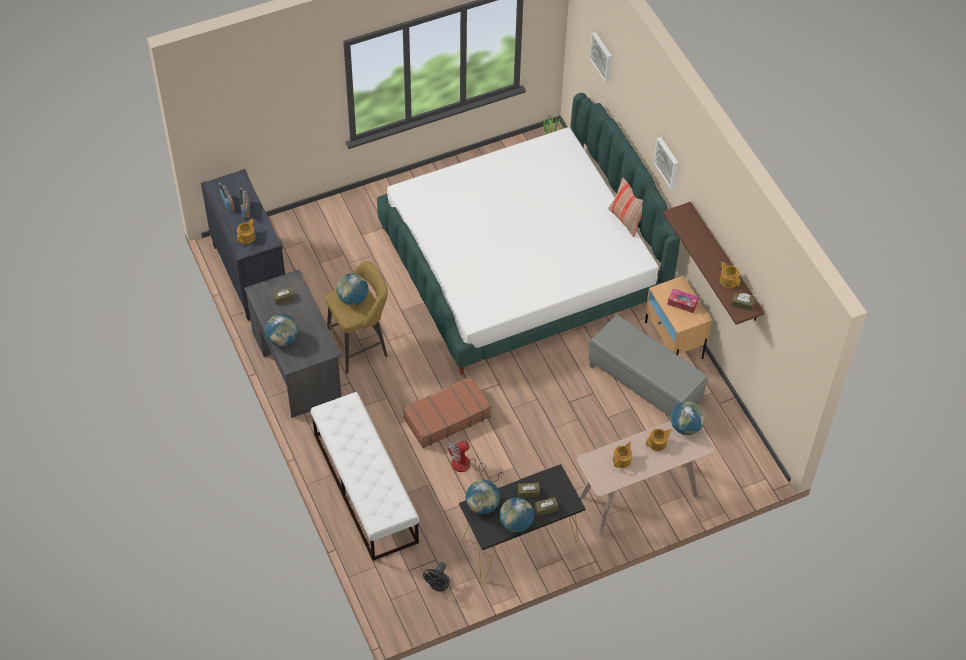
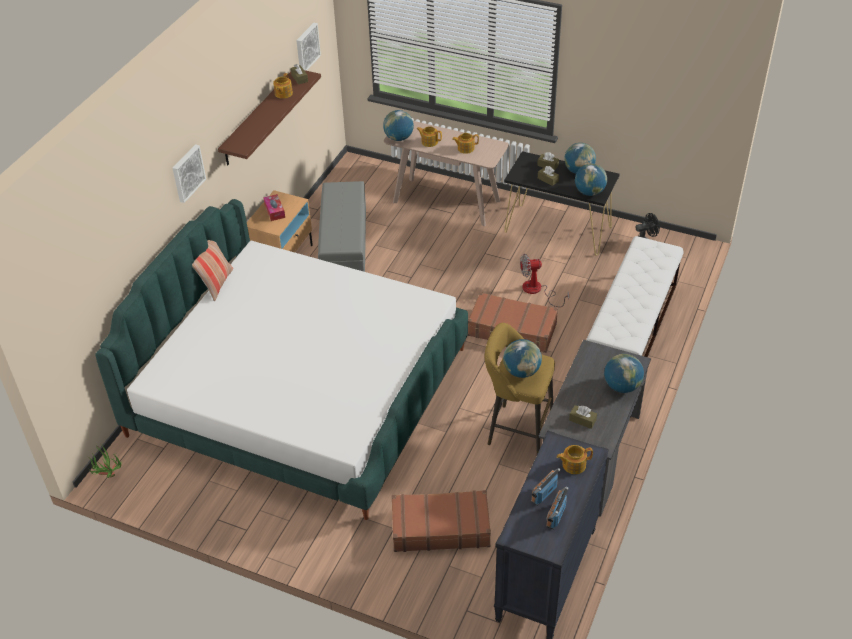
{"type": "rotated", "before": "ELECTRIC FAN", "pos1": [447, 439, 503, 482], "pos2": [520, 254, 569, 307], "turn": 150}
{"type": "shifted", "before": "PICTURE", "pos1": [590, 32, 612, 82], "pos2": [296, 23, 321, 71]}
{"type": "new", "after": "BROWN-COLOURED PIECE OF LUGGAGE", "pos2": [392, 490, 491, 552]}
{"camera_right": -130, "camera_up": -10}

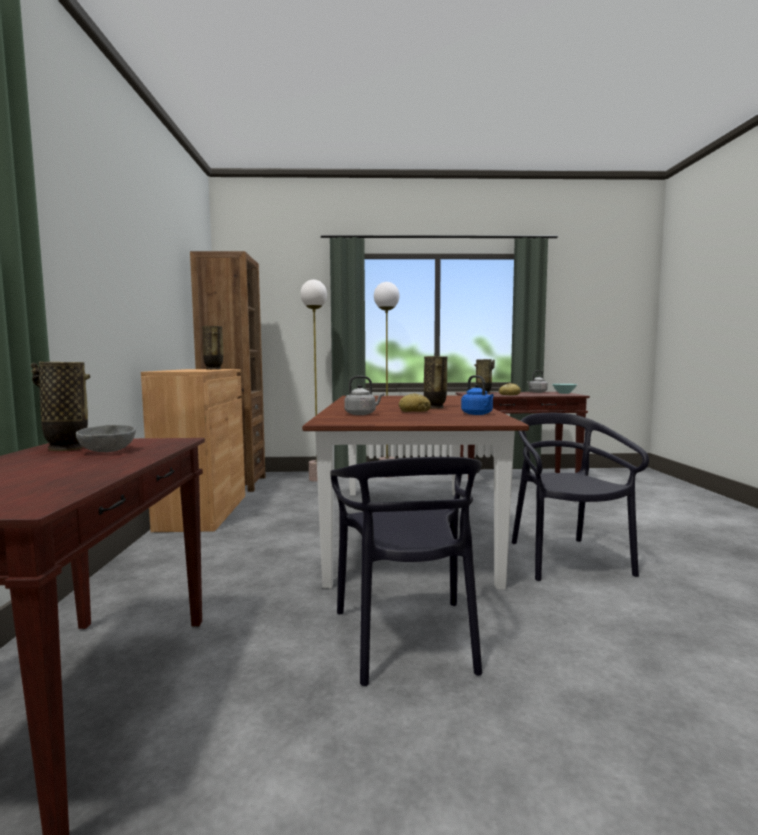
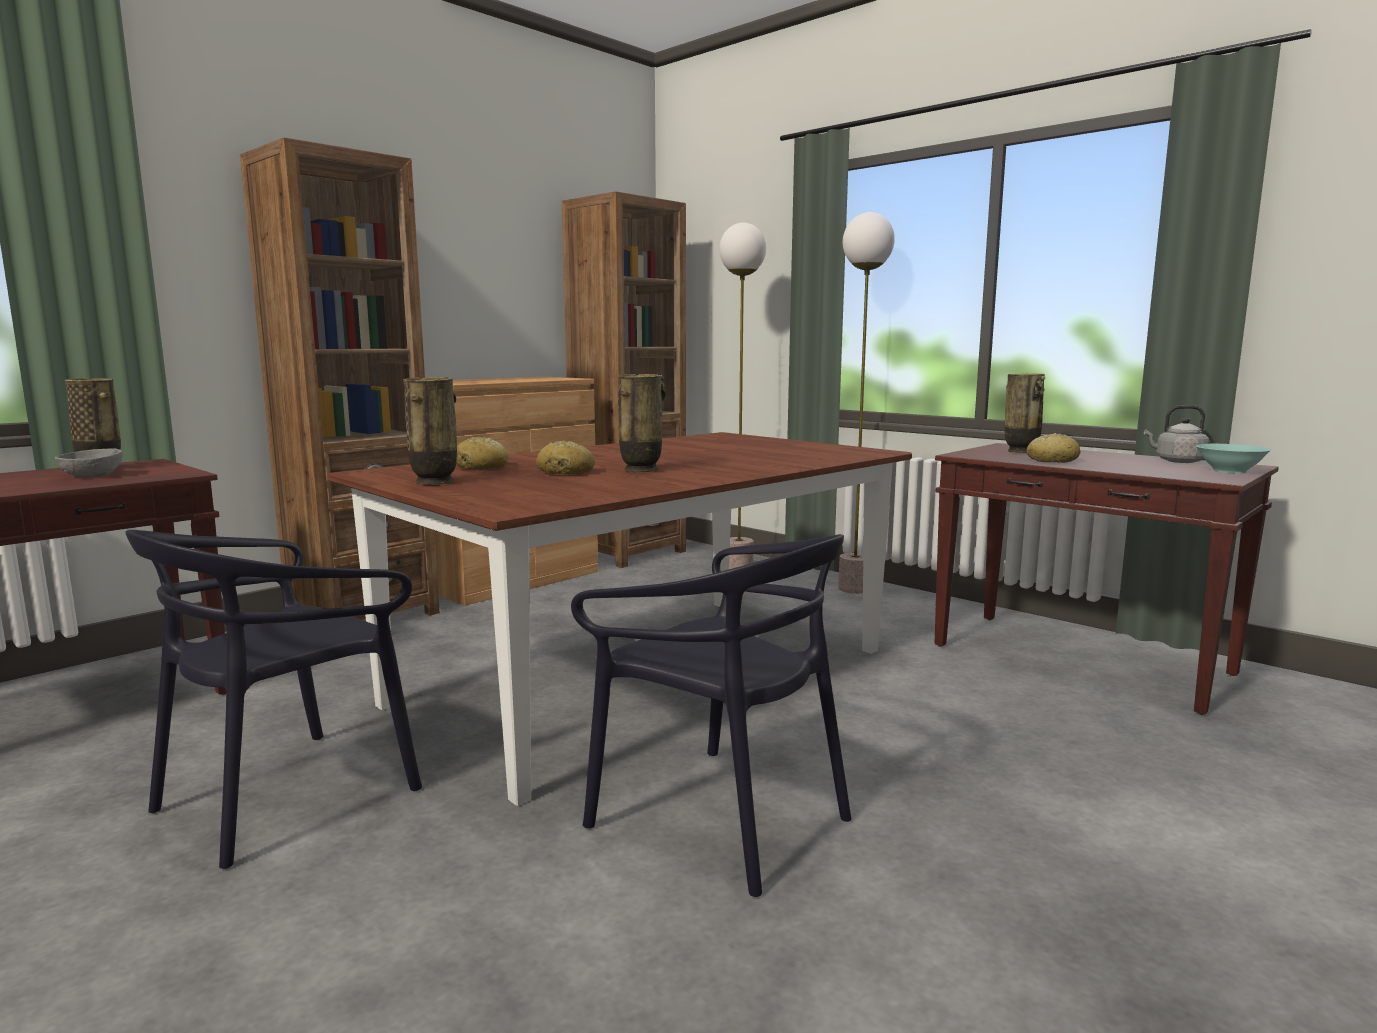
{"type": "shifted", "before": "FLOWER VASE", "pos1": [202, 326, 223, 370], "pos2": [403, 377, 457, 485]}
{"type": "swapped", "before": "GRAY KETTLE", "after": "BREAD", "pos1": [344, 376, 384, 415], "pos2": [456, 437, 509, 470]}
{"type": "gone", "before": "BLUE-COLOURED KETTLE", "pos1": [461, 375, 494, 415]}
{"type": "rotated", "before": "BLACK UPRIGHT CHAIR", "pos1": [512, 413, 649, 581], "pos2": [571, 534, 851, 897], "turn": 90}
{"type": "new", "after": "BROWN-COLOURED SHELVING UNIT", "pos2": [240, 137, 440, 620]}
{"camera_right": 45, "camera_up": 5}

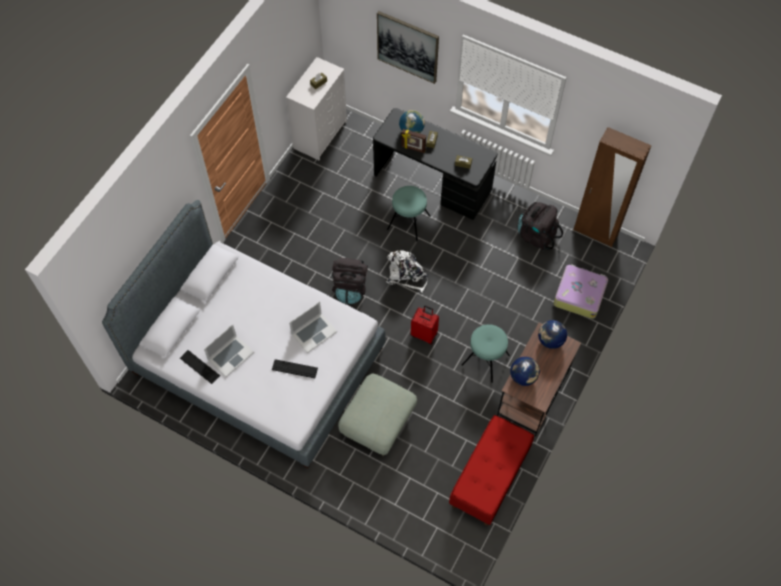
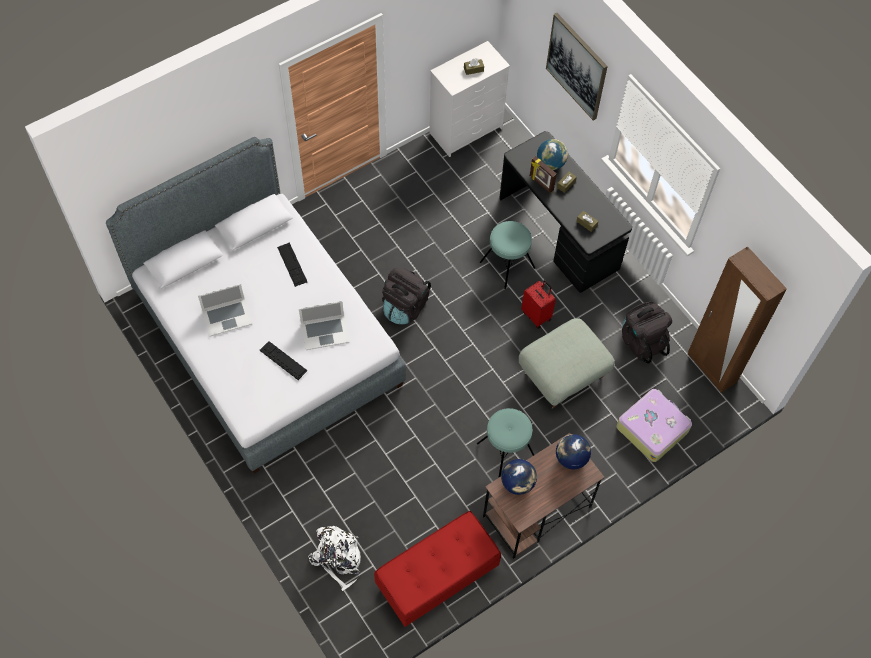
{"type": "shifted", "before": "KEYBOARD", "pos1": [180, 350, 220, 384], "pos2": [277, 242, 307, 287]}
{"type": "shifted", "before": "GRAY POUFFE", "pos1": [338, 373, 417, 456], "pos2": [519, 318, 615, 409]}
{"type": "shifted", "before": "WHITE RUCKSACK", "pos1": [386, 250, 428, 292], "pos2": [308, 526, 361, 591]}
{"type": "shifted", "before": "REDDISH PIECE OF LUGGAGE", "pos1": [411, 305, 439, 345], "pos2": [521, 280, 556, 329]}
{"camera_right": 25, "camera_up": 0}

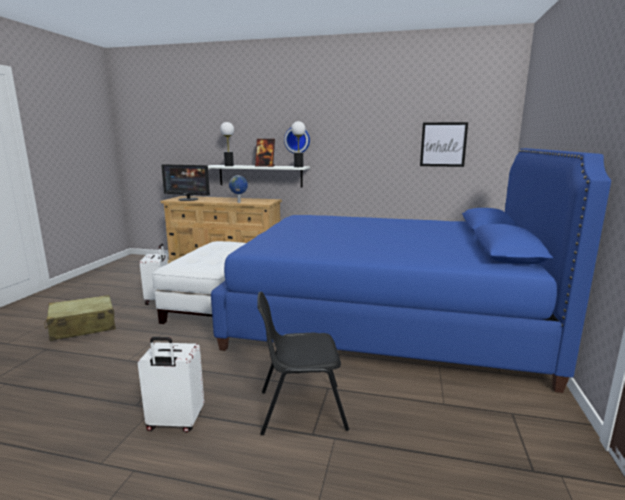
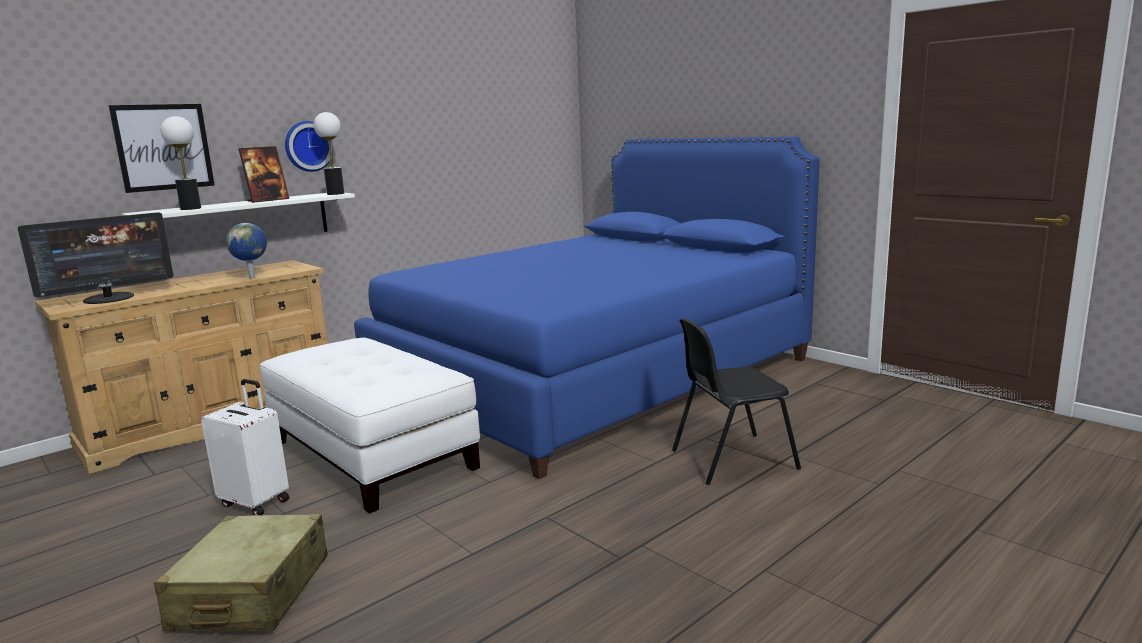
{"type": "gone", "before": "WHITE PIECE OF LUGGAGE", "pos1": [138, 337, 204, 433]}
{"type": "rotated", "before": "BLACK UPRIGHT CHAIR", "pos1": [257, 292, 349, 435], "pos2": [672, 318, 801, 485], "turn": 45}
{"type": "shifted", "before": "PICTURE", "pos1": [420, 122, 468, 167], "pos2": [108, 104, 215, 193]}
{"camera_right": -55, "camera_up": 0}

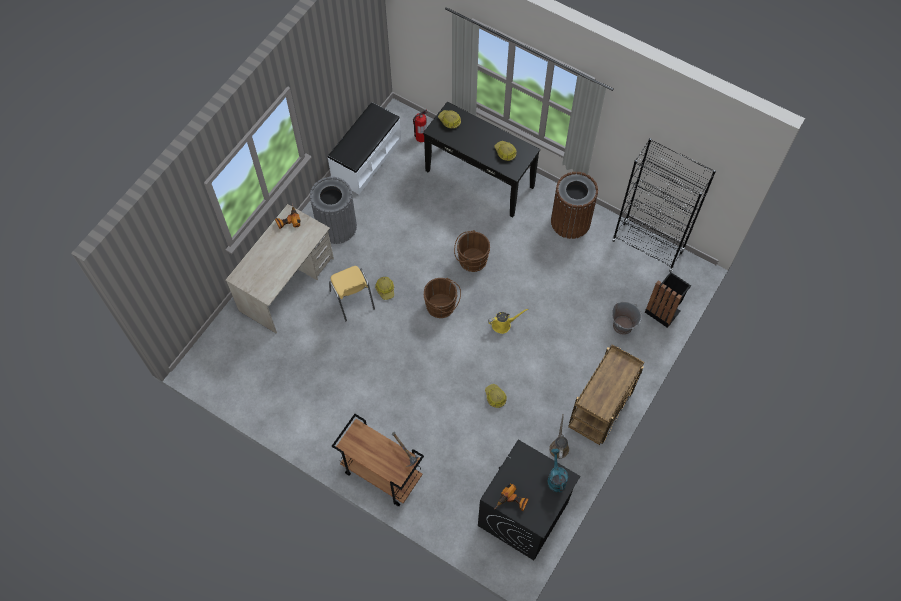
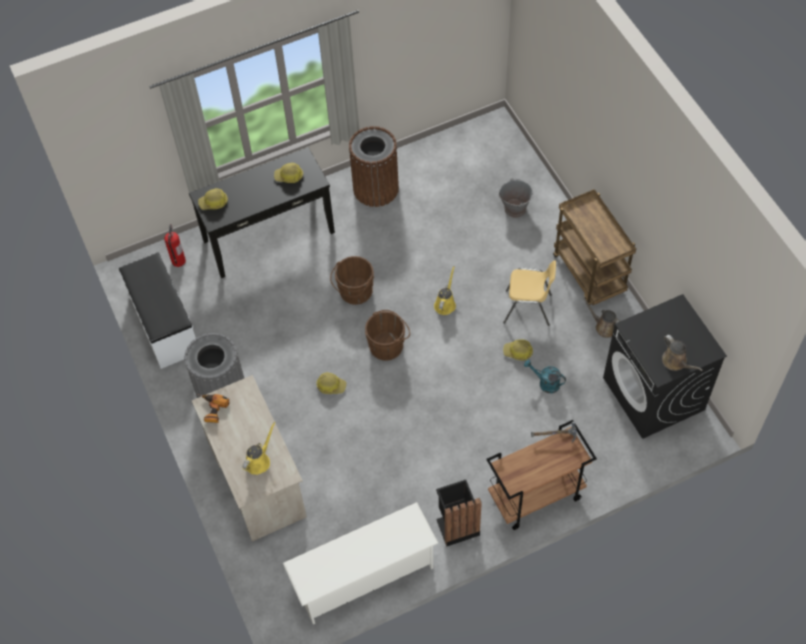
{"type": "shifted", "before": "YELLOWISH UPRIGHT CHAIR", "pos1": [329, 266, 375, 322], "pos2": [503, 260, 556, 326]}
{"type": "swapped", "before": "POWER DRILL", "after": "BROWN-COLOURED SPRINKLING CAN", "pos1": [495, 483, 529, 511], "pos2": [662, 335, 703, 371]}
{"type": "shifted", "before": "BLUE-GREEN SPRINKLING CAN", "pos1": [547, 449, 568, 492], "pos2": [524, 360, 566, 393]}
{"type": "gone", "before": "BLACK SHELVING UNIT", "pos1": [612, 138, 716, 272]}
{"type": "shifted", "before": "BLACK RUBBISH BIN", "pos1": [645, 272, 691, 328], "pos2": [436, 480, 482, 547]}
{"type": "new", "after": "YELLOWISH SPRINKLING CAN", "pos2": [242, 422, 276, 475]}
{"type": "new", "after": "WHITE SHOE RACK", "pos2": [283, 502, 438, 624]}
{"camera_right": -55, "camera_up": -5}

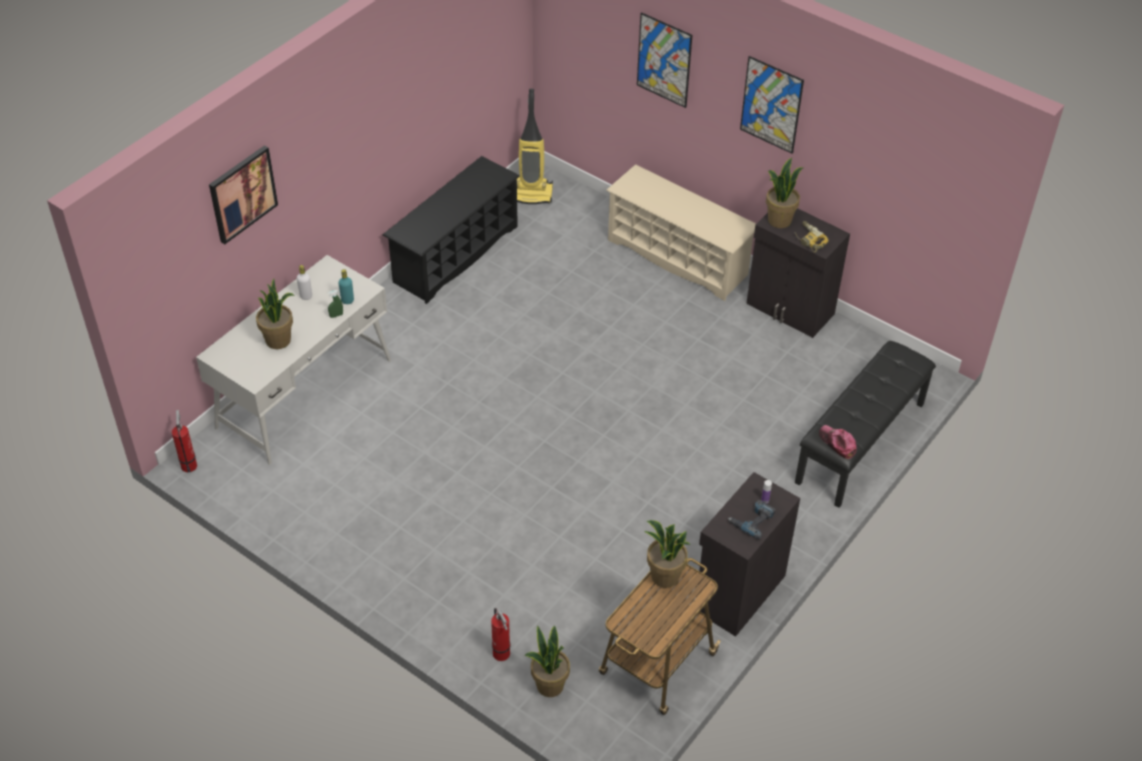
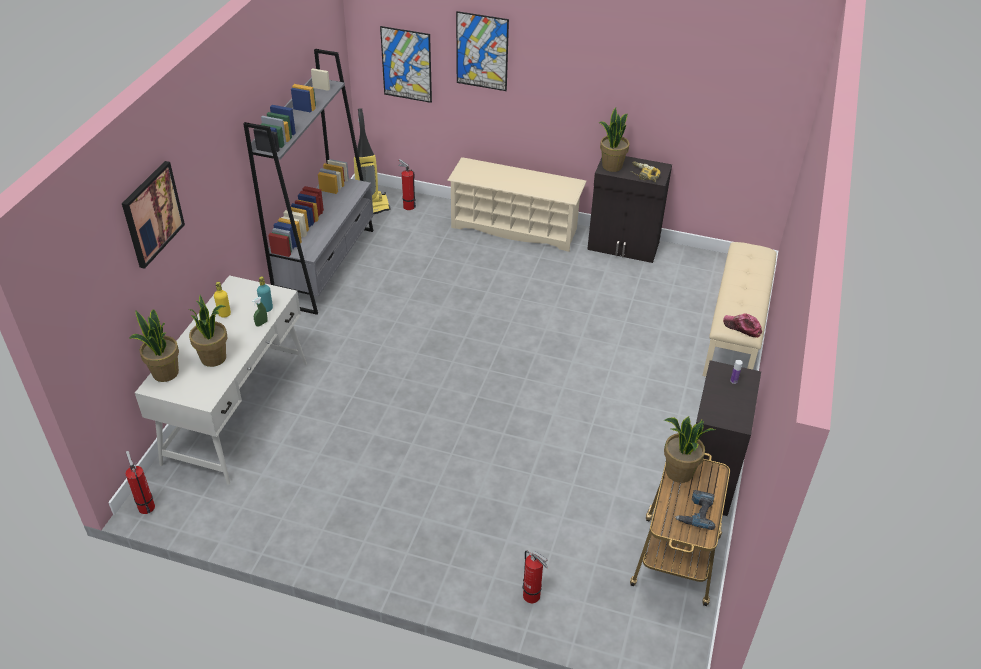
{"type": "repainted", "before": "WHITE DRINK BOTTLE", "after": "YELLOWISH DRINK BOTTLE", "pos1": [297, 265, 312, 300], "pos2": [214, 282, 231, 318]}
{"type": "swapped", "before": "BLACK SHOE RACK", "after": "GRAY SHELVING UNIT", "pos1": [383, 156, 520, 304], "pos2": [243, 49, 373, 315]}
{"type": "shifted", "before": "PLANT IN A POT", "pos1": [525, 625, 570, 697], "pos2": [129, 309, 179, 382]}
{"type": "shifted", "before": "POWER DRILL", "pos1": [728, 500, 775, 539], "pos2": [675, 490, 715, 530]}
{"type": "shifted", "before": "PICTURE", "pos1": [740, 56, 804, 154], "pos2": [380, 26, 432, 103]}
{"type": "repainted", "before": "BLACK LONG SEAT", "after": "SAND-COLOURED LONG SEAT", "pos1": [795, 341, 936, 508], "pos2": [702, 242, 777, 377]}
{"type": "new", "after": "FIRE EXTINGUISHER", "pos2": [398, 159, 416, 210]}
{"camera_right": -20, "camera_up": -5}

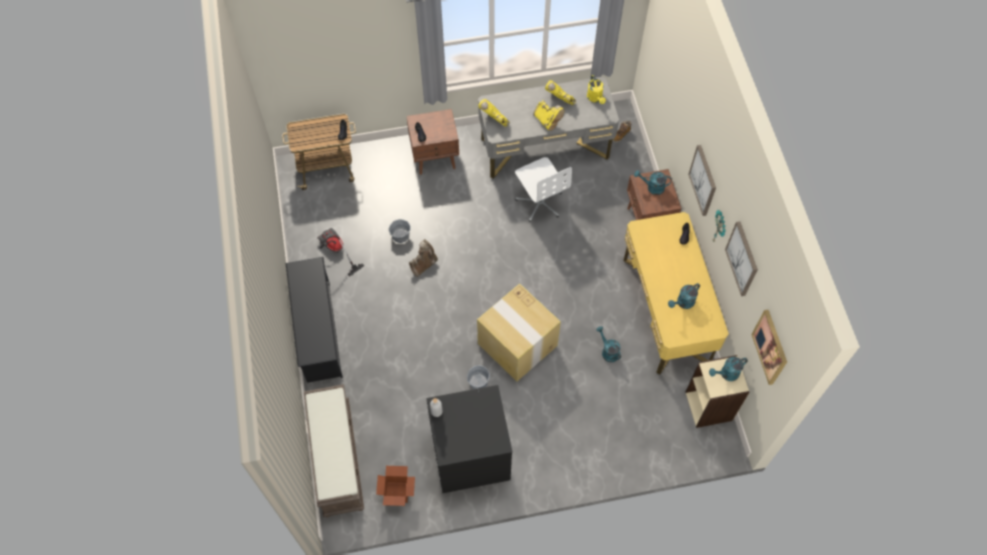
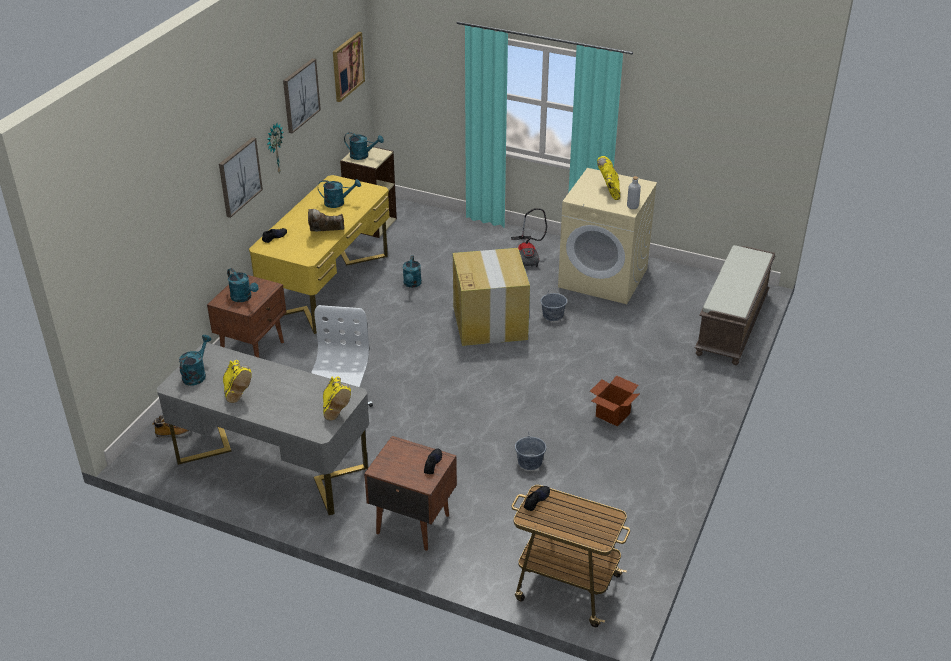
{"type": "gone", "before": "BLACK SHOE RACK", "pos1": [286, 257, 343, 383]}
{"type": "shifted", "before": "VACUUM", "pos1": [318, 228, 364, 276], "pos2": [511, 208, 547, 267]}
{"type": "shifted", "before": "CARTON", "pos1": [376, 466, 415, 506], "pos2": [590, 375, 639, 427]}
{"type": "shifted", "before": "BROWN-COLOURED HIGH-TOP BOOT", "pos1": [409, 239, 438, 277], "pos2": [308, 209, 344, 232]}
{"type": "repainted", "before": "BLACK WASHING MACHINE", "after": "SAND-COLOURED WASHING MACHINE", "pos1": [426, 385, 512, 493], "pos2": [558, 168, 657, 304]}
{"type": "shifted", "before": "YELLOWISH HIGH-TOP BOOT", "pos1": [533, 100, 564, 131], "pos2": [597, 156, 620, 200]}
{"type": "repainted", "before": "YELLOWISH SPRINKLING CAN", "after": "BLUE-GREEN SPRINKLING CAN", "pos1": [587, 75, 606, 104], "pos2": [179, 335, 212, 386]}
{"camera_right": -145, "camera_up": -25}

